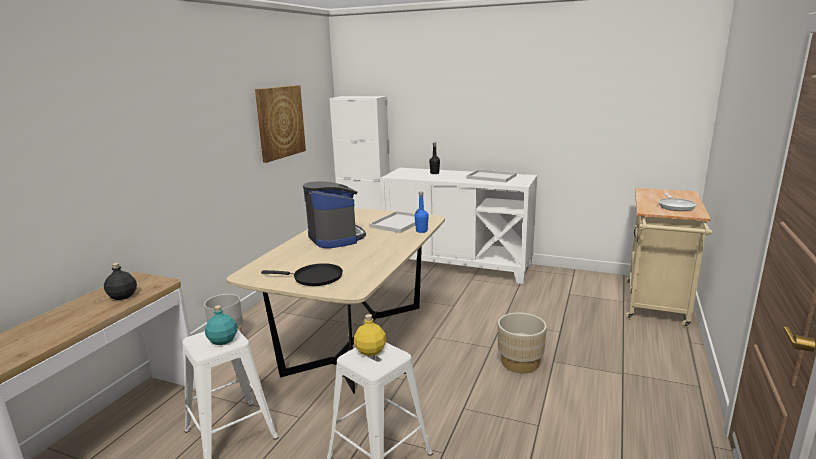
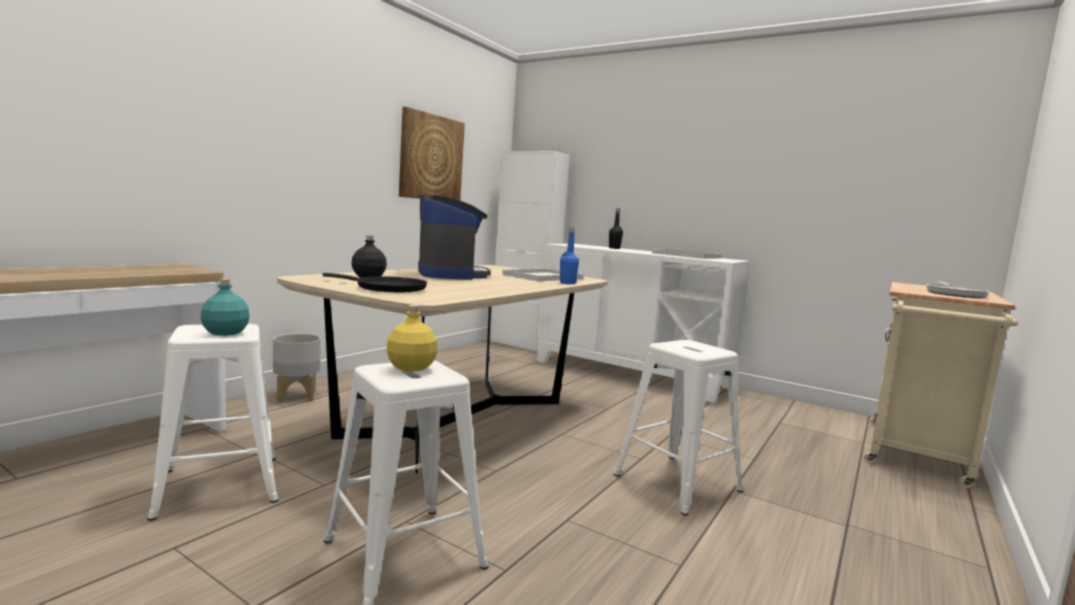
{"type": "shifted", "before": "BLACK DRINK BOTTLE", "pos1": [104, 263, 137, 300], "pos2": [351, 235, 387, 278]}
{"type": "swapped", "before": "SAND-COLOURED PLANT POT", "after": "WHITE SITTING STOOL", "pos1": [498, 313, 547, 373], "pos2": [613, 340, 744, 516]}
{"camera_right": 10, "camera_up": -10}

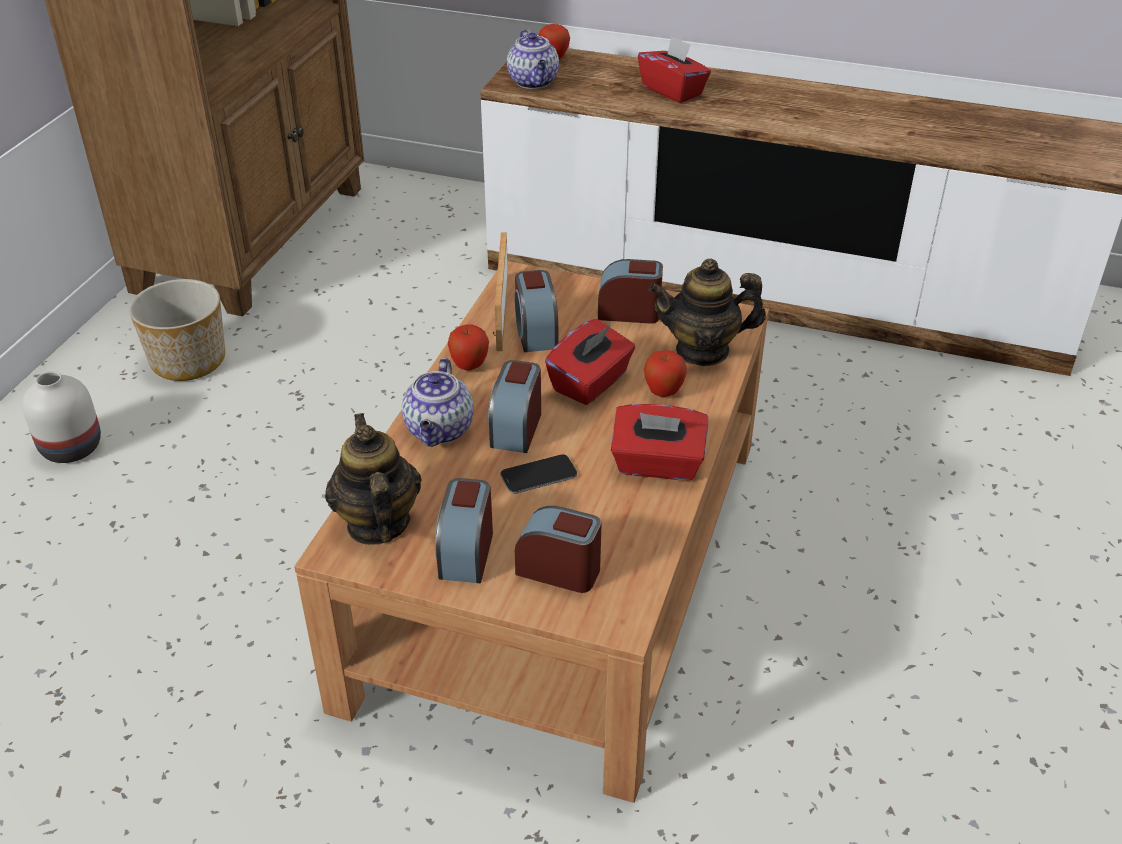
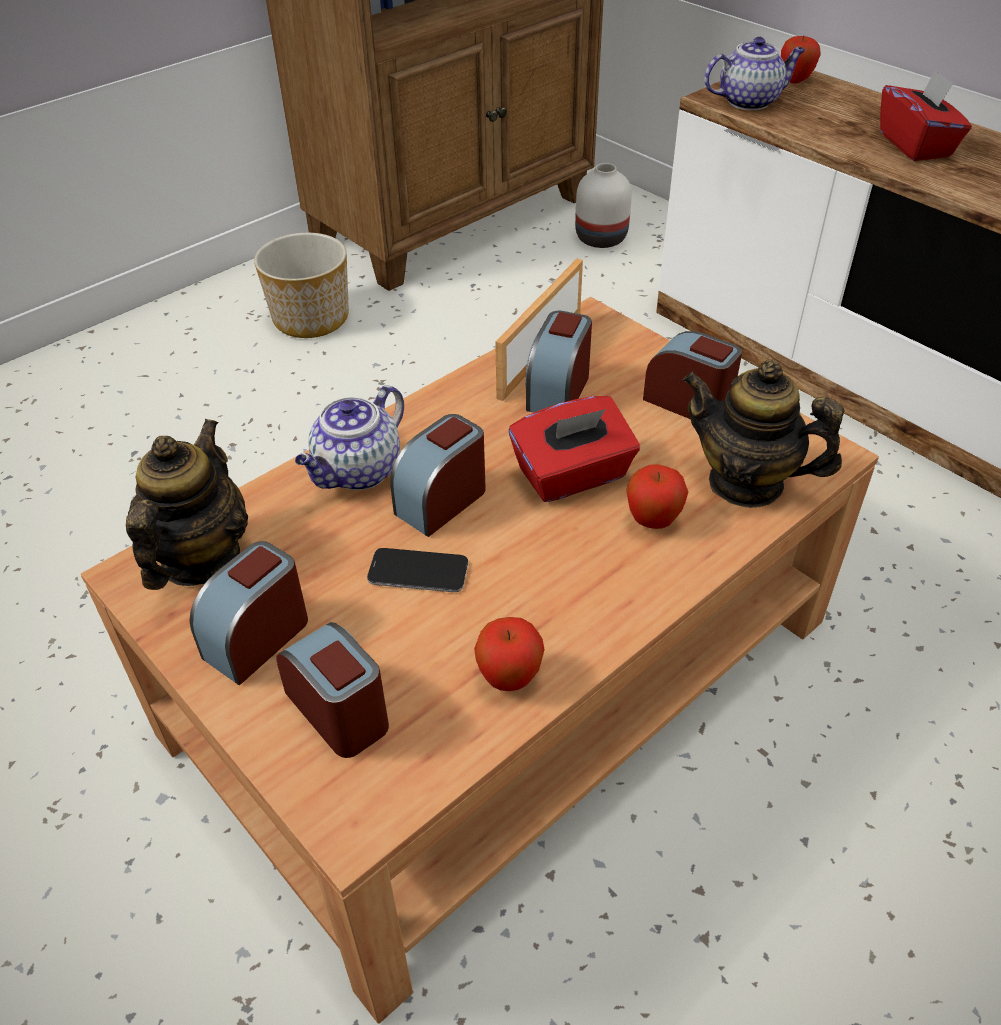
{"type": "shifted", "before": "WHITE FLOWER VASE", "pos1": [22, 371, 101, 463], "pos2": [575, 163, 632, 248]}
{"type": "shifted", "before": "APPLE FRUIT", "pos1": [448, 324, 489, 371], "pos2": [474, 617, 545, 691]}
{"type": "rotated", "before": "POT FOR TEA", "pos1": [507, 30, 559, 89], "pos2": [704, 37, 805, 110], "turn": -120}
{"type": "gone", "before": "REDDISH TISSUE BOX", "pos1": [611, 404, 709, 480]}
{"camera_right": 30, "camera_up": 5}

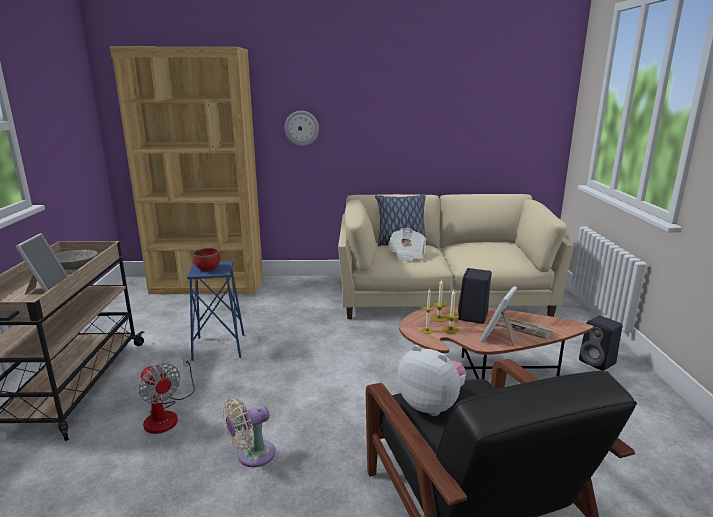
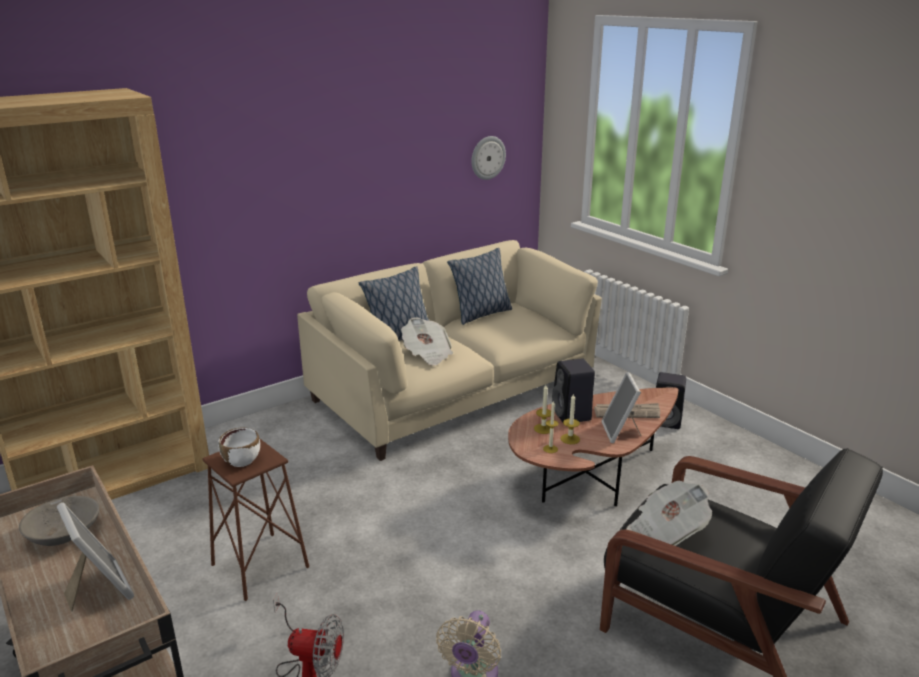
{"type": "repainted", "before": "BLUE-COLOURED SITTING STOOL", "after": "BROWN-COLOURED SITTING STOOL", "pos1": [187, 261, 244, 361], "pos2": [202, 438, 309, 601]}
{"type": "repainted", "before": "REDDISH BOWL", "after": "WHITE BOWL", "pos1": [193, 248, 220, 271], "pos2": [218, 428, 260, 467]}
{"type": "shifted", "before": "CLOCK ON THE WALL", "pos1": [285, 111, 319, 146], "pos2": [471, 136, 506, 180]}
{"type": "swapped", "before": "PLUSH TOY", "after": "PRINTED PAPER", "pos1": [397, 345, 466, 416], "pos2": [626, 480, 712, 546]}
{"type": "new", "after": "PILLOW", "pos2": [447, 248, 512, 325]}
{"camera_right": -35, "camera_up": 5}

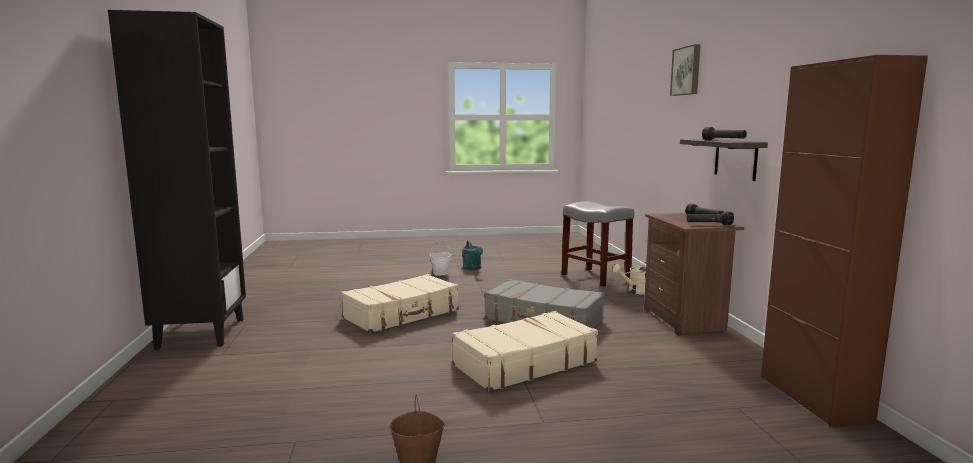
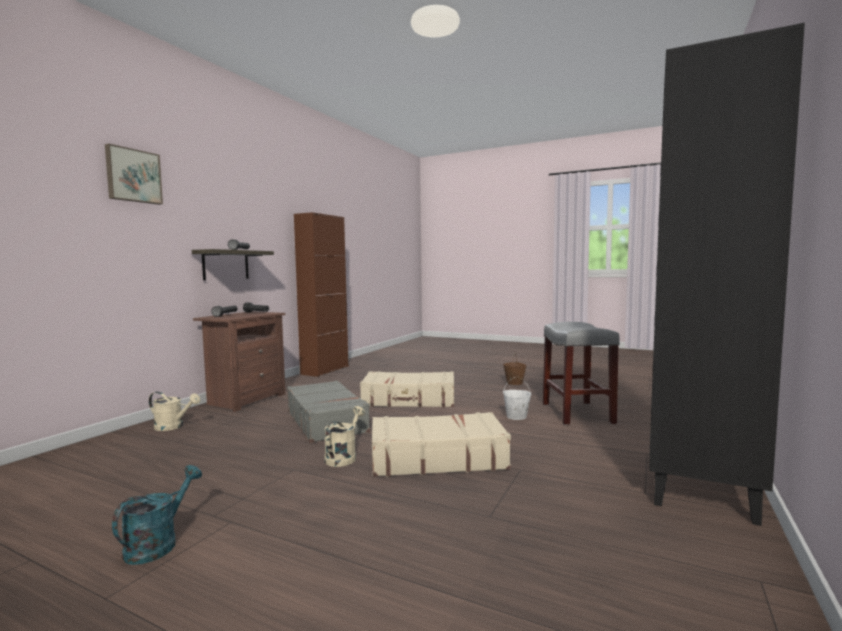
{"type": "shifted", "before": "WHITE WATER BUCKET", "pos1": [430, 241, 452, 275], "pos2": [503, 376, 531, 420]}
{"type": "shifted", "before": "GRAY SITTING STOOL", "pos1": [562, 202, 634, 287], "pos2": [543, 322, 620, 425]}
{"type": "new", "after": "SAND-COLOURED SPRINKLING CAN", "pos2": [324, 406, 365, 467]}
{"camera_right": -145, "camera_up": -5}

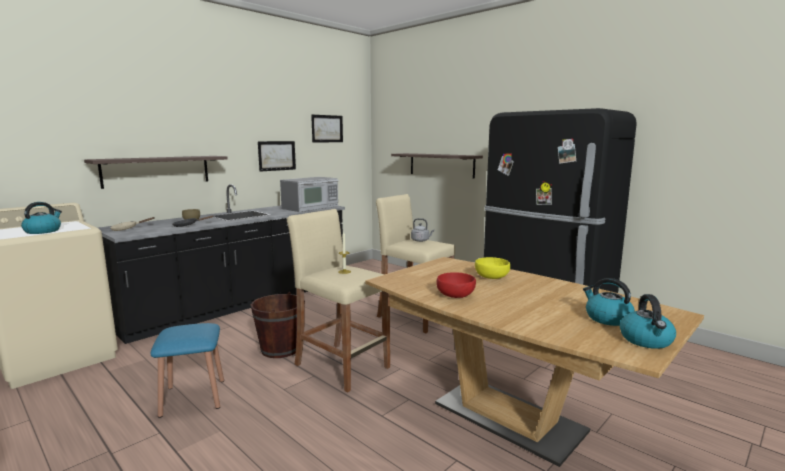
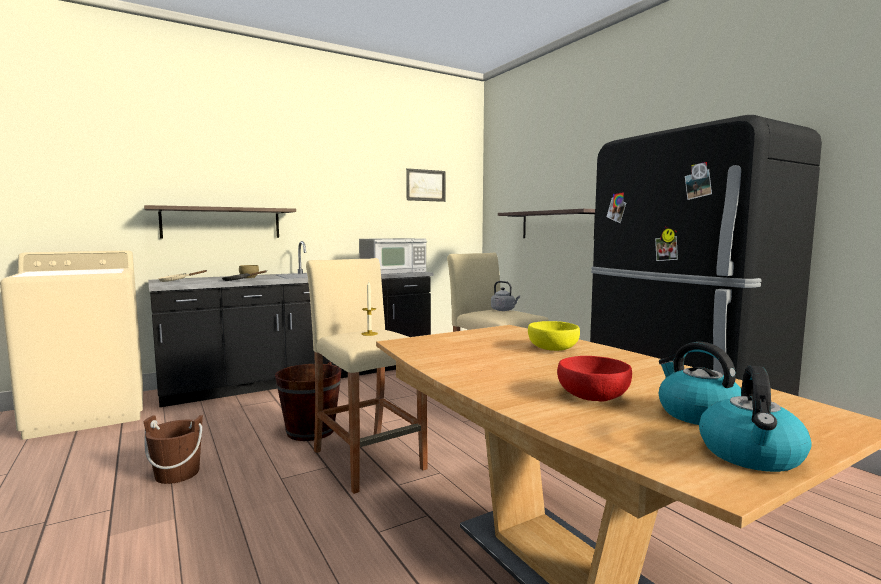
{"type": "gone", "before": "KETTLE", "pos1": [21, 202, 62, 234]}
{"type": "swapped", "before": "BLUE-COLOURED SITTING STOOL", "after": "BROWN-COLOURED WATER BUCKET", "pos1": [151, 323, 224, 418], "pos2": [144, 415, 203, 484]}
{"type": "gone", "before": "PICTURE", "pos1": [258, 141, 296, 172]}
{"type": "shifted", "before": "REDDISH BOWL", "pos1": [436, 272, 476, 298], "pos2": [557, 356, 632, 402]}
{"camera_right": 15, "camera_up": -5}

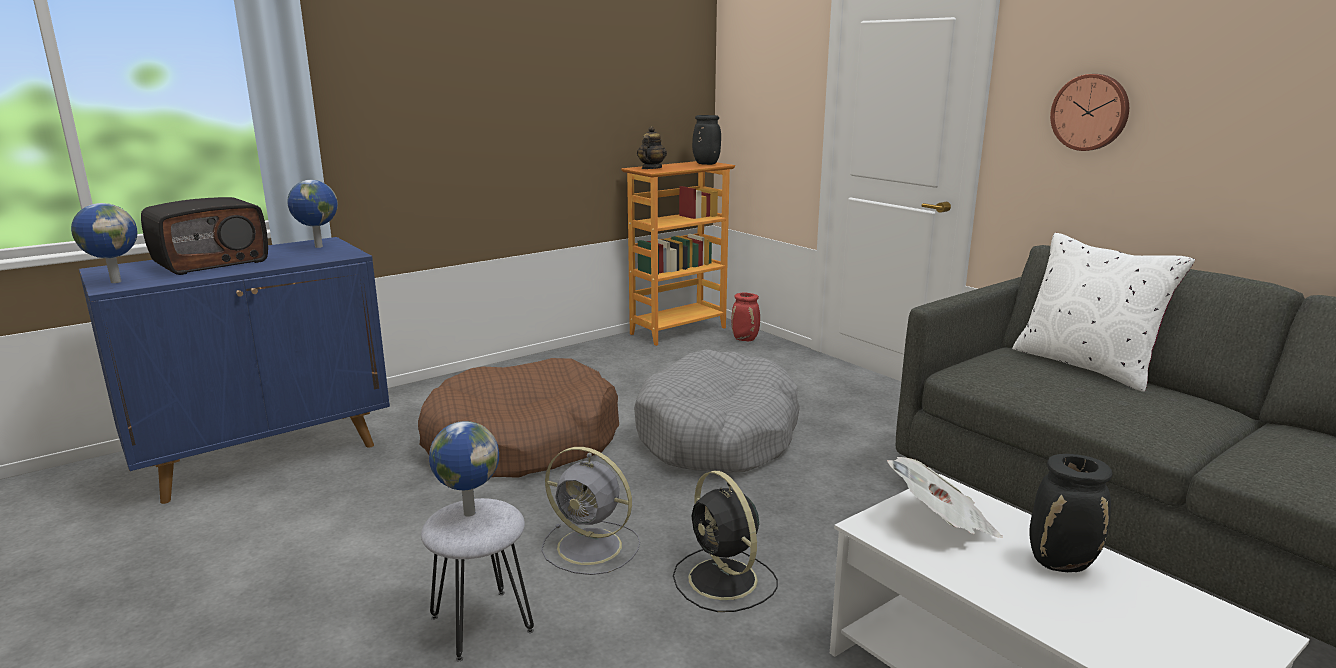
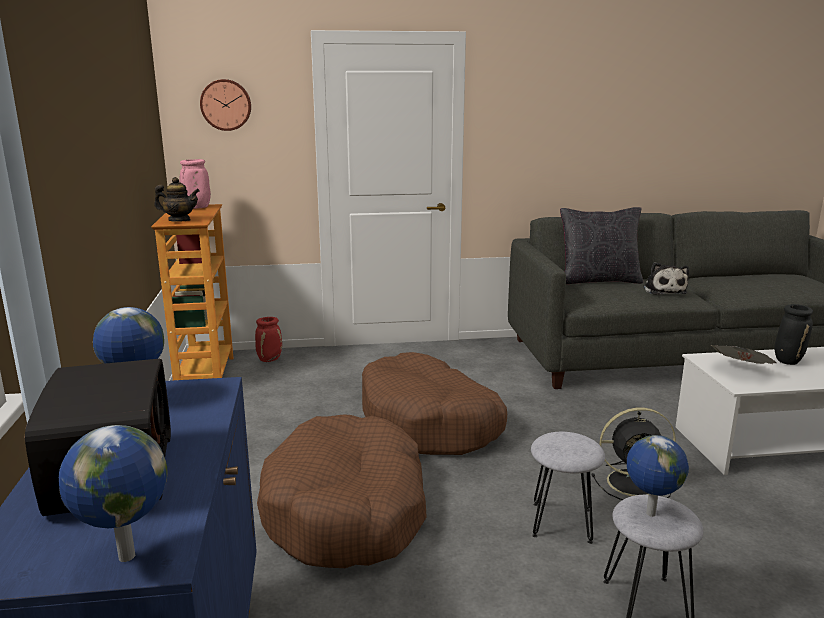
{"type": "swapped", "before": "GRAY ELECTRIC FAN", "after": "GRAY SITTING STOOL", "pos1": [541, 447, 640, 575], "pos2": [531, 432, 605, 544]}
{"type": "repainted", "before": "GRAY DOG CUSHION", "after": "BROWN-COLOURED DOG CUSHION", "pos1": [634, 349, 800, 473], "pos2": [362, 352, 507, 455]}
{"type": "rotated", "before": "POT FOR TEA", "pos1": [637, 126, 667, 169], "pos2": [154, 177, 200, 222], "turn": 135}
{"type": "repainted", "before": "BLACK FLOWER VASE", "after": "PINK FLOWER VASE", "pos1": [692, 115, 721, 165], "pos2": [180, 159, 211, 209]}
{"type": "repainted", "before": "WHITE PILLOW", "after": "BLACK PILLOW", "pos1": [1012, 233, 1195, 392], "pos2": [560, 207, 643, 284]}
{"type": "shifted", "before": "CLOCK ON THE WALL", "pos1": [1050, 74, 1129, 151], "pos2": [200, 79, 251, 131]}
{"type": "new", "after": "PLUSH TOY", "pos2": [643, 262, 689, 295]}
{"camera_right": -60, "camera_up": 0}

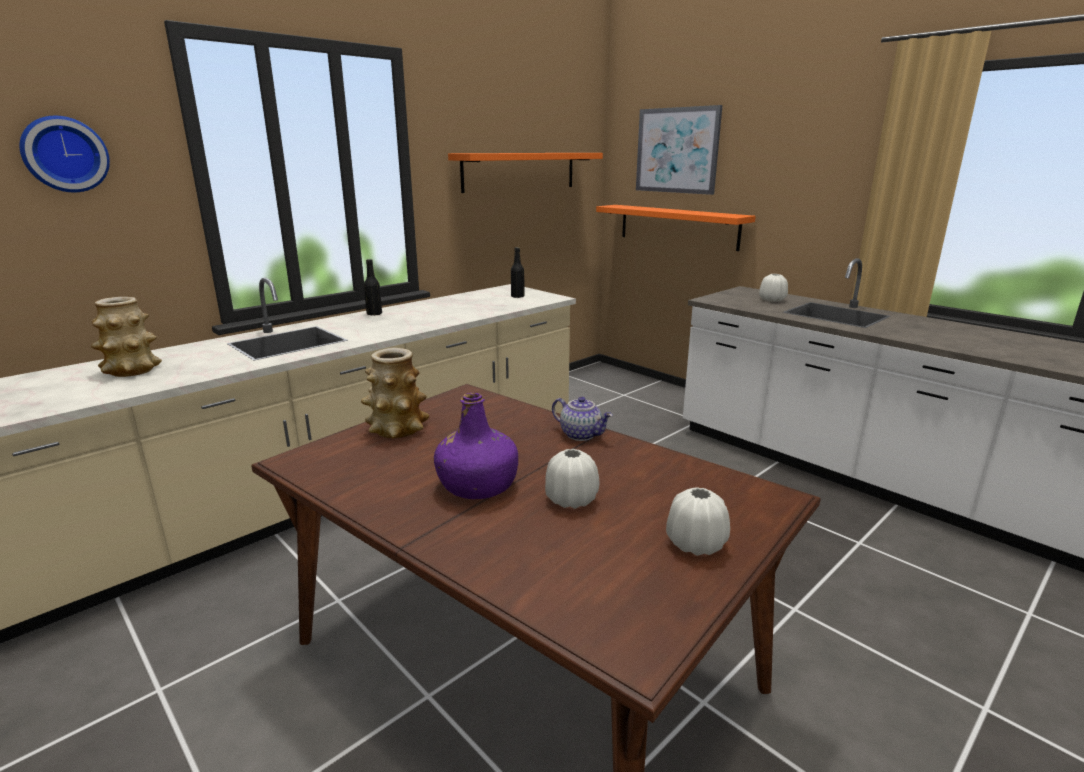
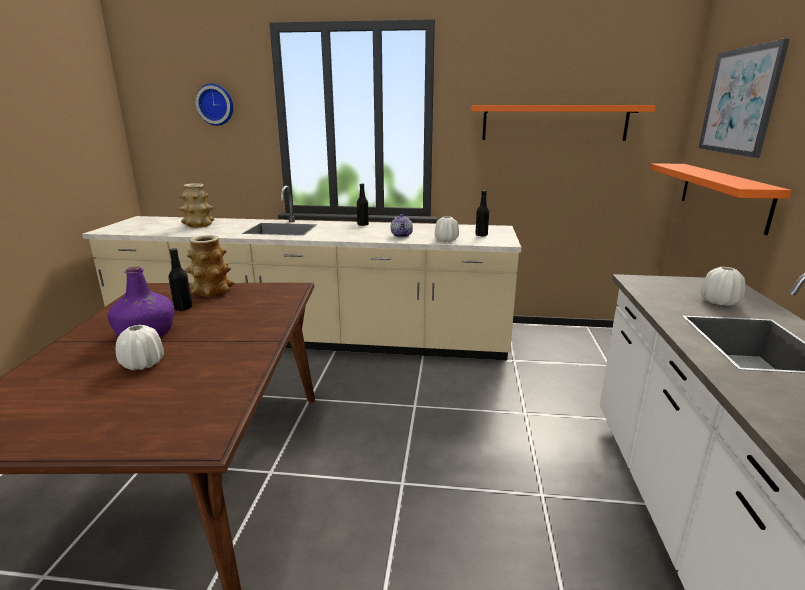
{"type": "shifted", "before": "POT FOR TEA", "pos1": [552, 397, 613, 441], "pos2": [391, 214, 413, 238]}
{"type": "shifted", "before": "WHITE FLOWER VASE", "pos1": [666, 487, 730, 556], "pos2": [435, 216, 459, 242]}
{"type": "new", "after": "BLACK DRINK BOTTLE", "pos2": [169, 248, 192, 311]}
{"camera_right": 50, "camera_up": 0}

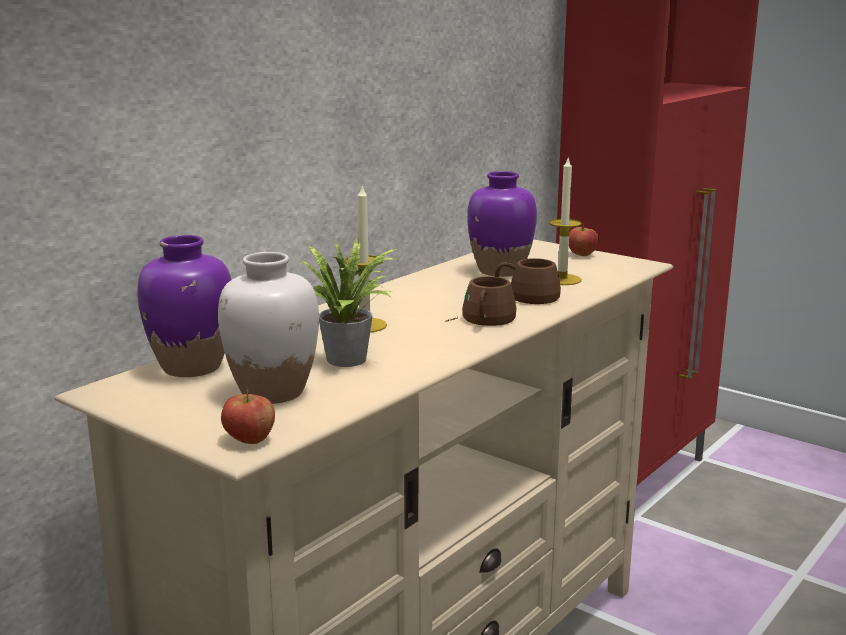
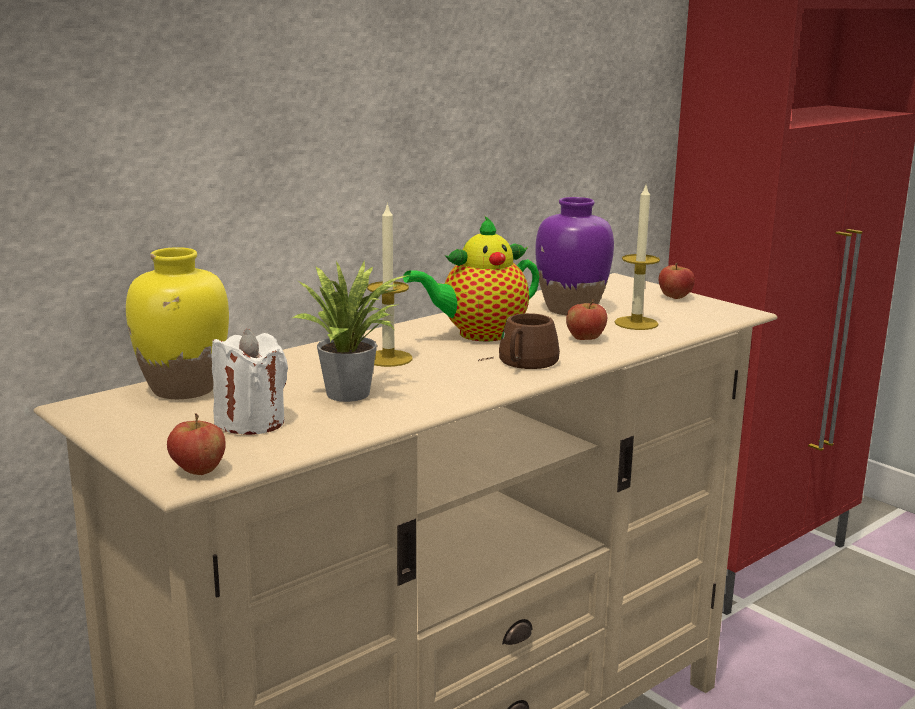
{"type": "repainted", "before": "PURPLE-COLOURED FLOWER VASE", "after": "YELLOWISH FLOWER VASE", "pos1": [137, 235, 231, 377], "pos2": [126, 247, 229, 399]}
{"type": "swapped", "before": "WHITE FLOWER VASE", "after": "WHITE WAX LIGHT", "pos1": [218, 252, 319, 404], "pos2": [212, 329, 288, 435]}
{"type": "swapped", "before": "BROWN-COLOURED TEA MUG", "after": "APPLE FRUIT", "pos1": [495, 258, 561, 304], "pos2": [566, 299, 607, 340]}
{"type": "new", "after": "POT FOR TEA", "pos2": [403, 215, 540, 341]}
{"camera_right": 10, "camera_up": 0}

